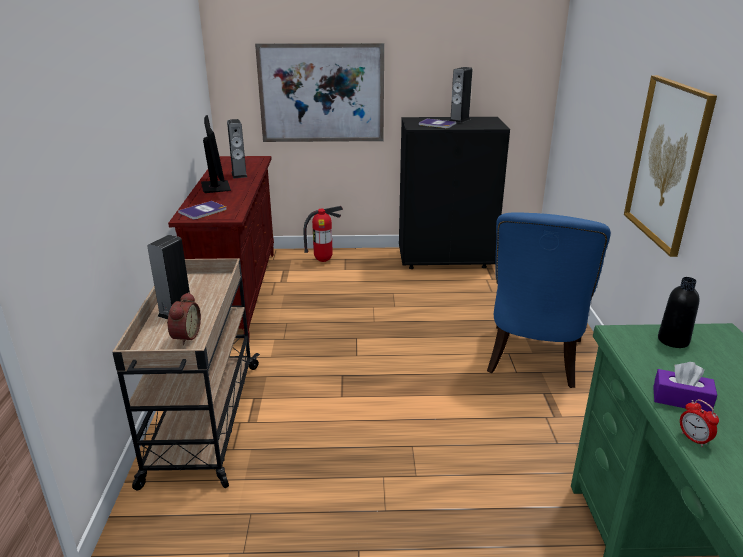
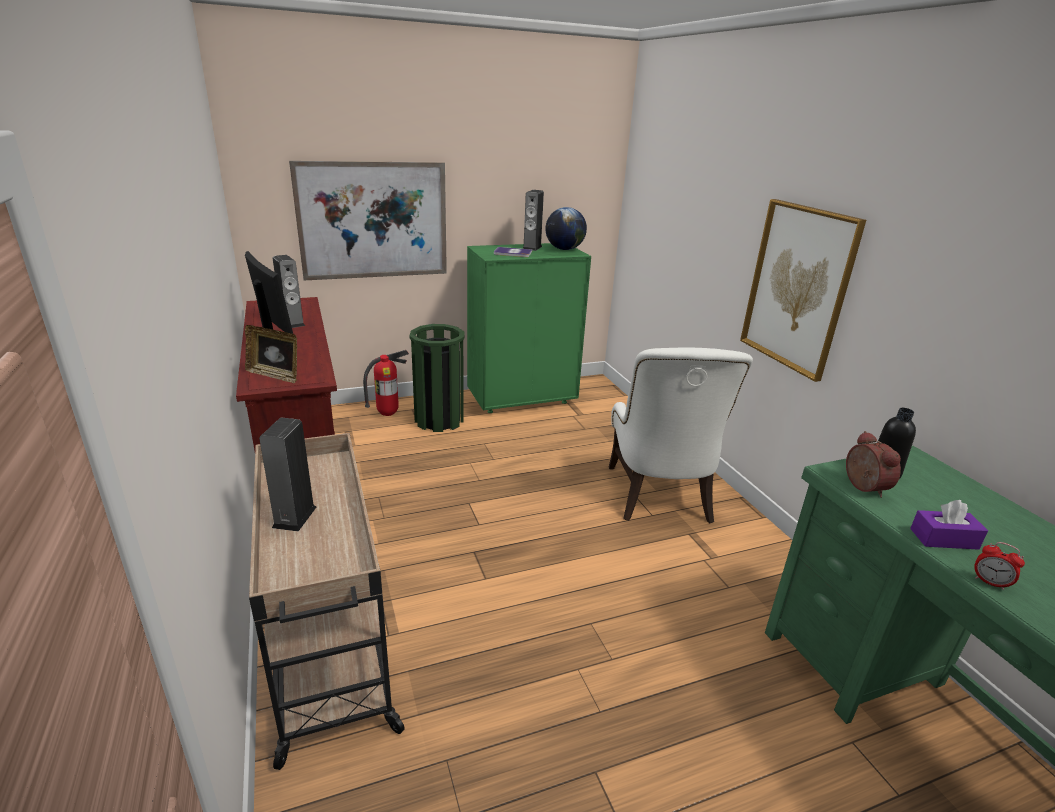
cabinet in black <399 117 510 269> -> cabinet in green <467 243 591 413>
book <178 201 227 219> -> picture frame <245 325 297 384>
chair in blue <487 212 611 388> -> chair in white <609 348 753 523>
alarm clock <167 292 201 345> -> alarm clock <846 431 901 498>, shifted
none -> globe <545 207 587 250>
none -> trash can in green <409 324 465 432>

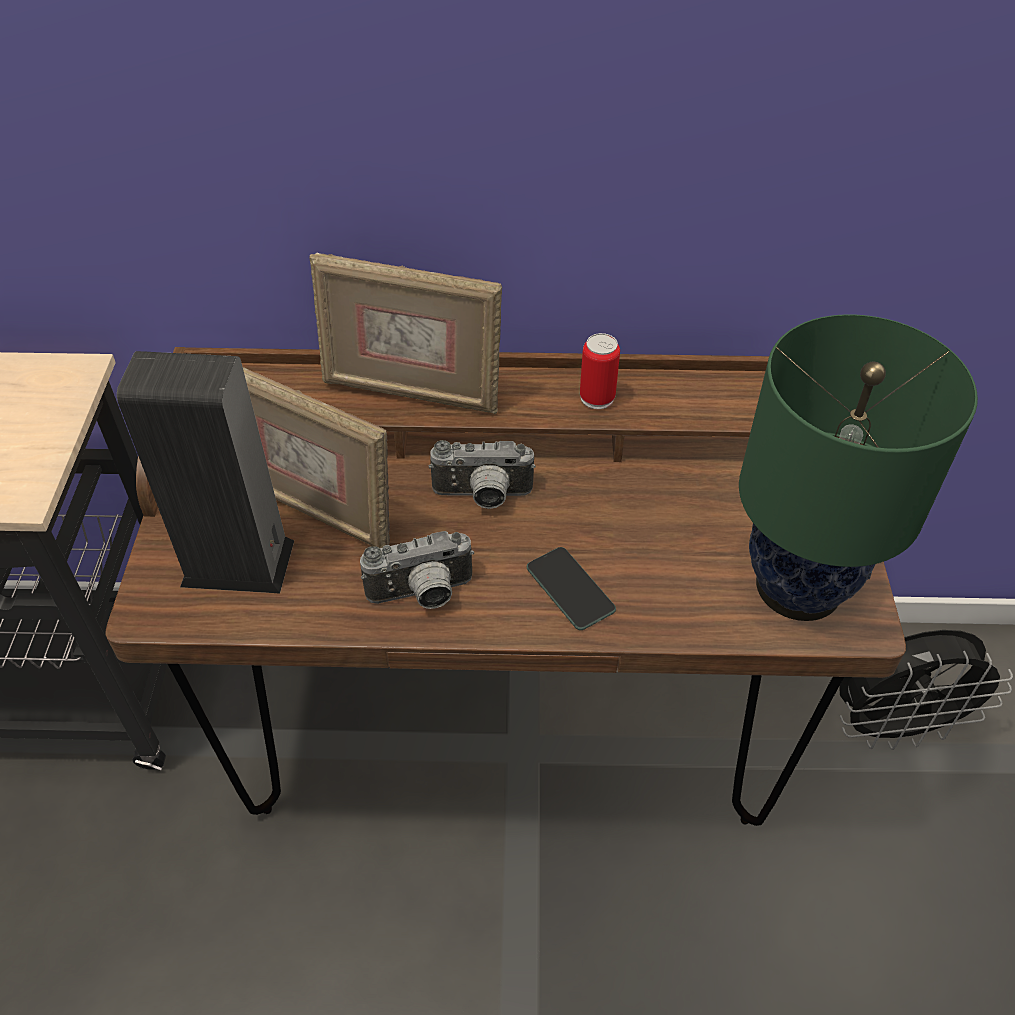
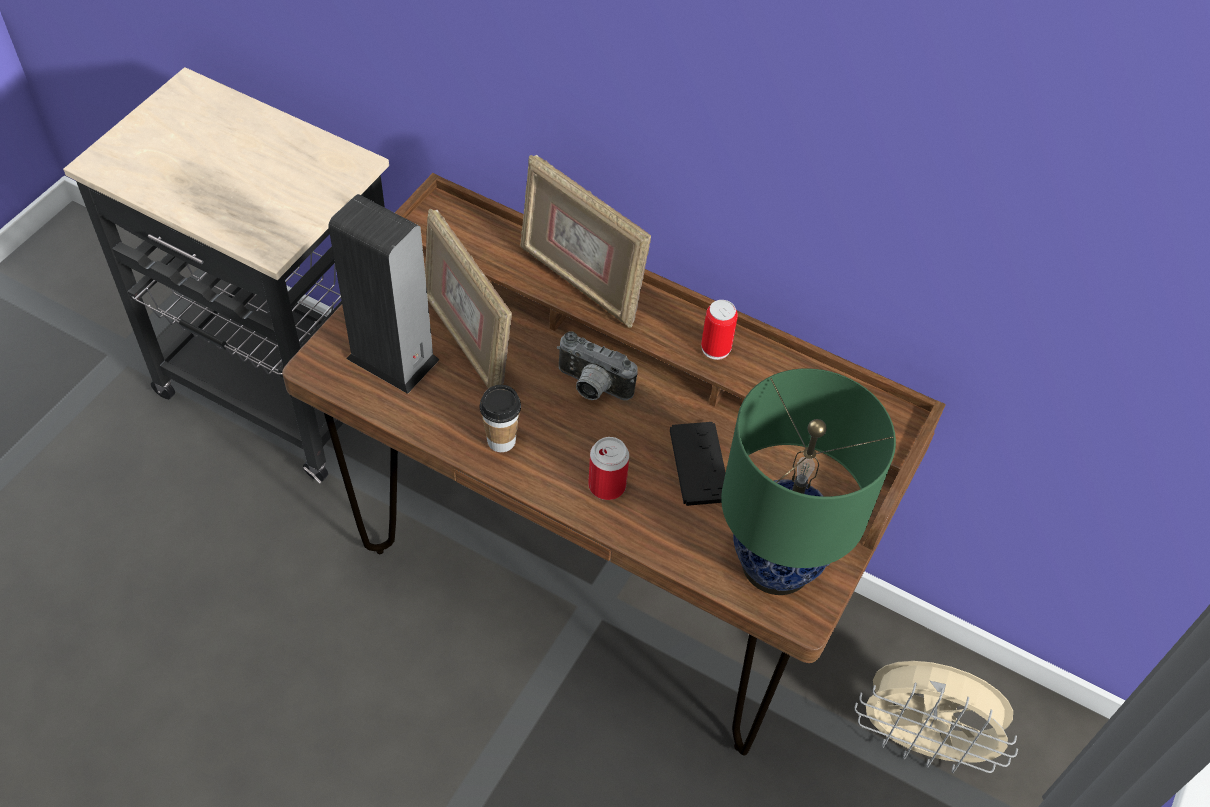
photo camera <360 531 474 609> -> cup <480 385 521 452>
phone <527 547 616 630> -> can <588 437 629 500>
fan in black <839 630 1013 750> -> fan in beige <855 661 1018 773>
none -> game controller in black <670 422 726 506>

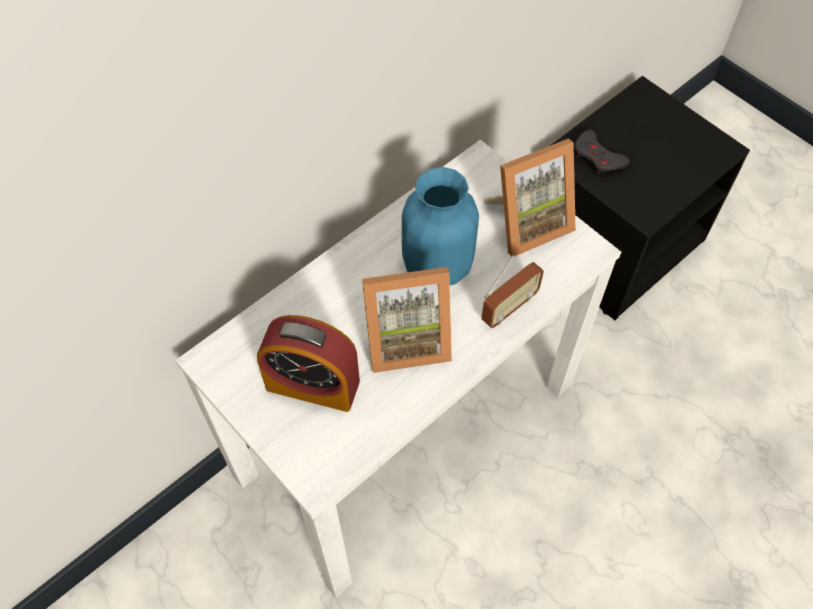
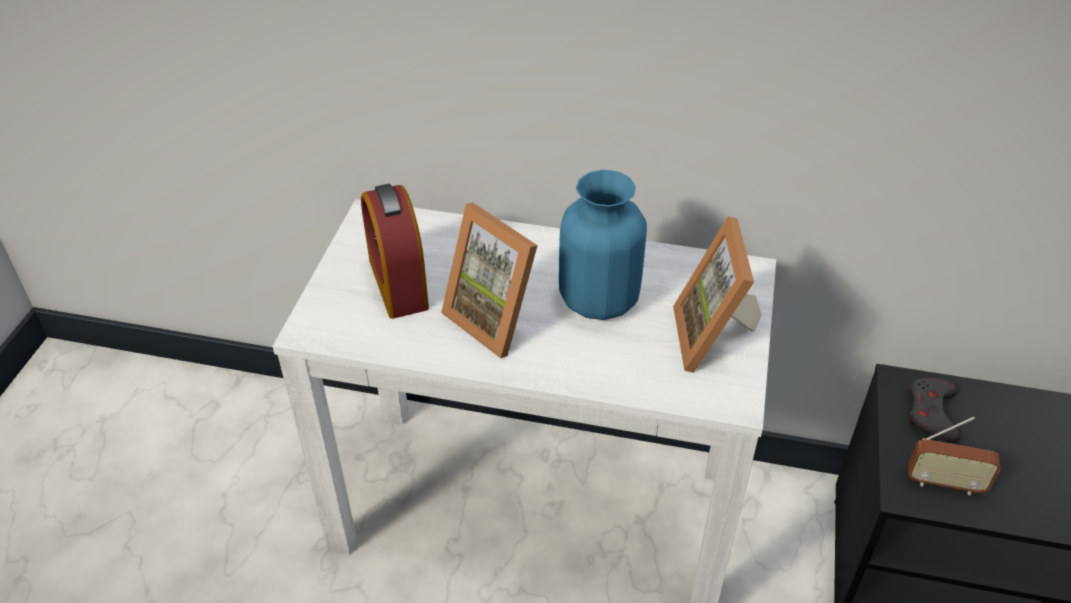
picture frame <483 138 576 257> -> picture frame <673 216 761 373>, 60 degrees clockwise
radio <481 255 544 328> -> radio <908 417 1001 496>, shifted

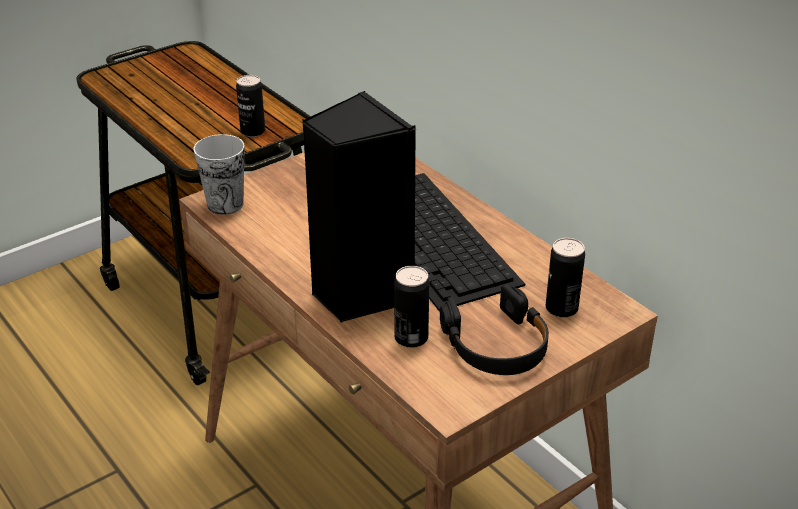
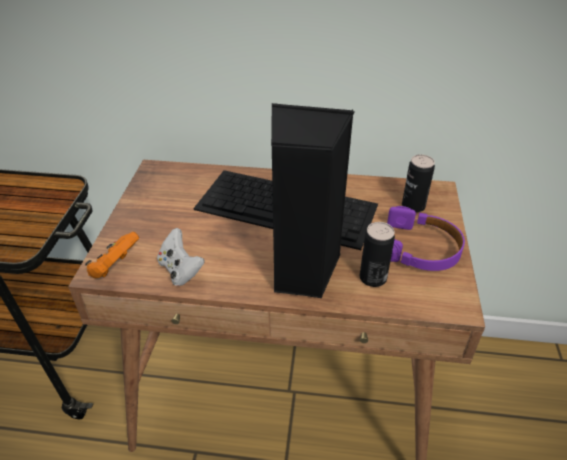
can <236 75 265 137> -> none
cup <193 134 245 215> -> game controller in orange <85 232 139 278>
headphones in black <440 284 549 375> -> headphones in purple <387 206 465 271>
none -> game controller in white <157 228 205 286>

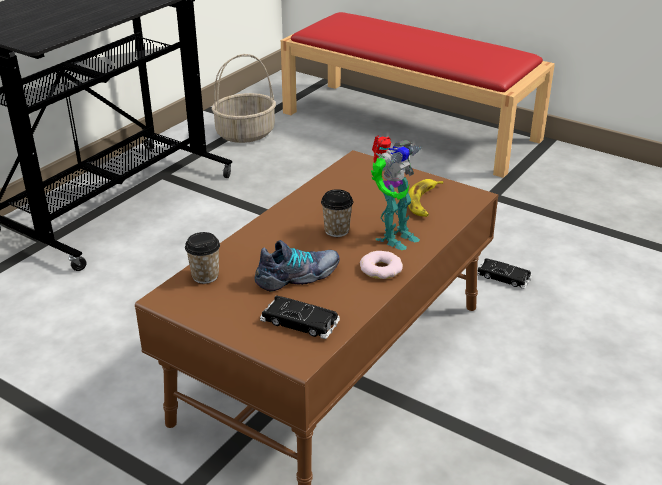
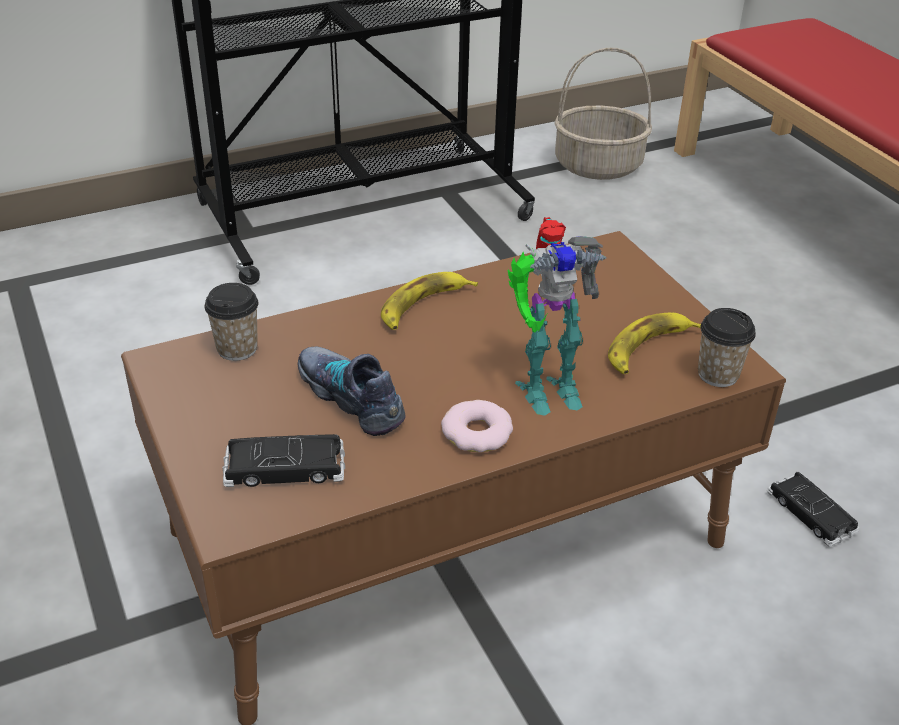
cup <321 189 353 237> -> cup <698 308 756 387>, shifted
shoe <254 240 339 291> -> shoe <297 346 406 436>, 135 degrees counterclockwise
toy car in black <260 295 340 339> -> toy car in black <222 434 345 487>, 60 degrees counterclockwise
none -> banana <381 272 478 330>

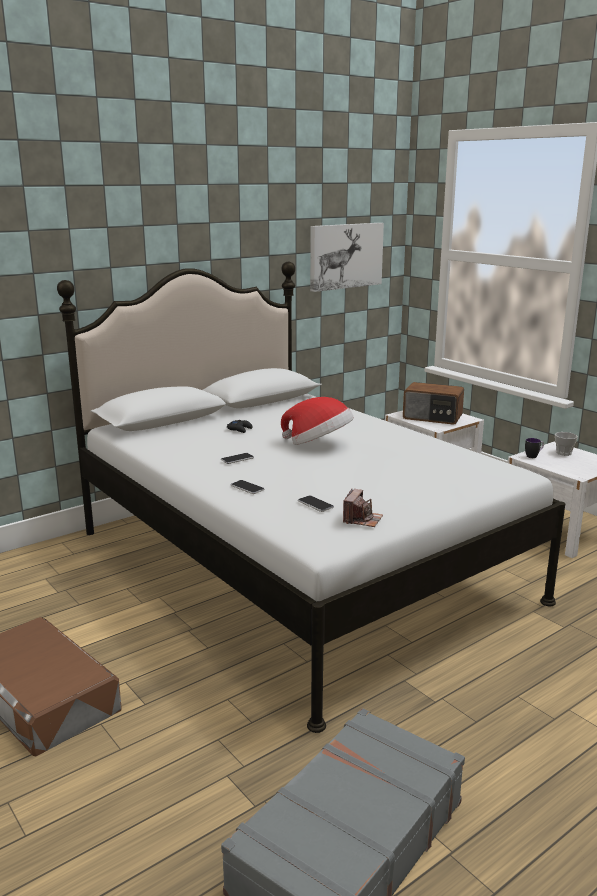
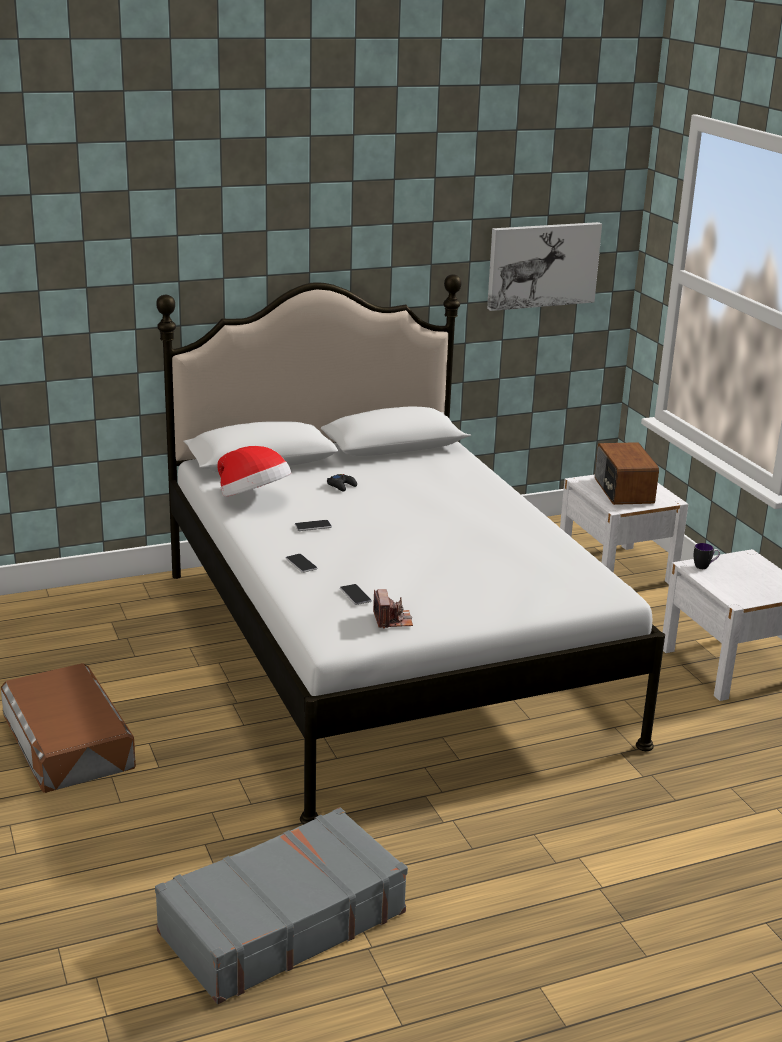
radio <403 382 464 425> -> radio <595 442 659 505>, 45 degrees clockwise
hat <281 397 354 445> -> hat <217 446 291 497>, shifted
cup <555 432 578 456> -> none
photo camera <343 489 383 527> -> photo camera <373 589 413 629>, 45 degrees counterclockwise

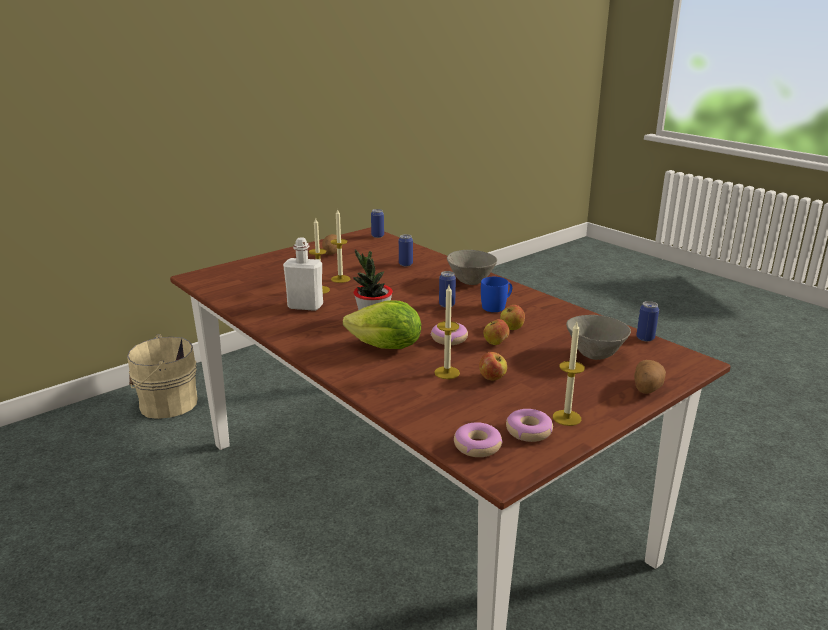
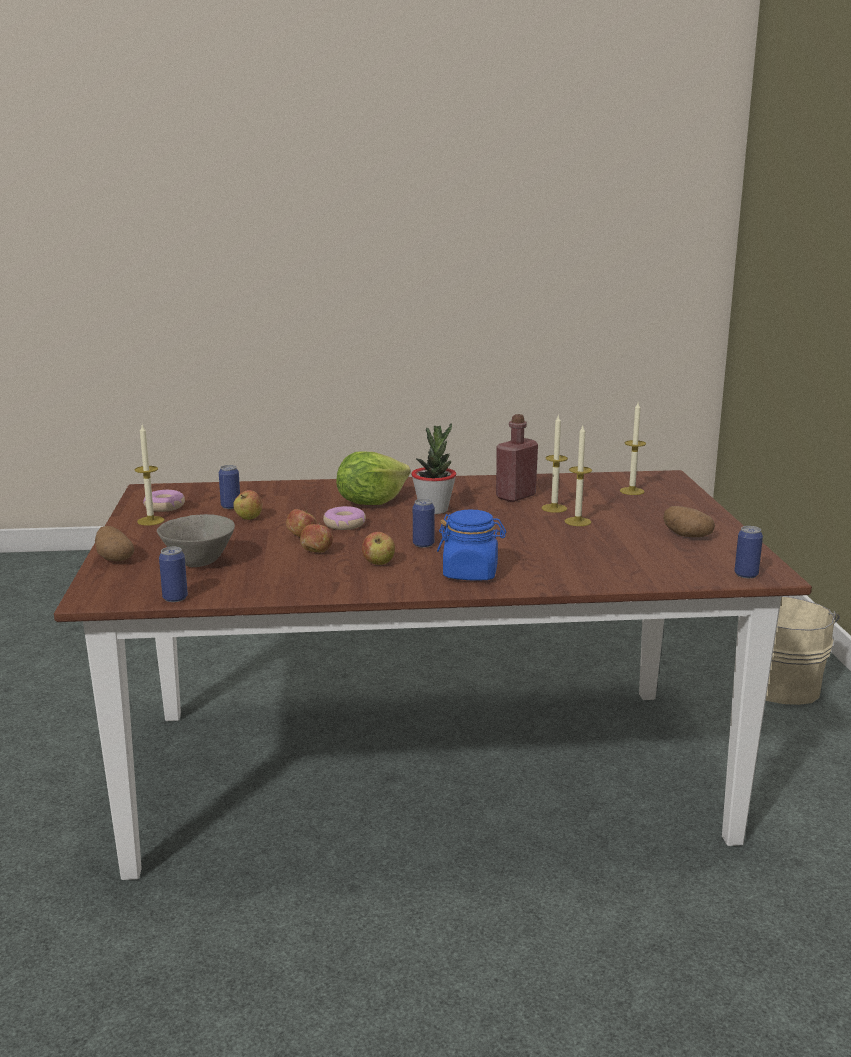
can <399 234 413 266> -> can <219 465 240 509>, shifted
bottle in white <283 237 323 311> -> bottle in red <496 414 538 502>
bowl in grey <447 250 497 285> -> jar in blue <437 510 506 581>
mug in blue <481 277 512 312> -> apple <362 532 395 565>
candle <434 285 460 379> -> candle <620 402 646 495>, shifted
donut <454 422 503 457> -> none

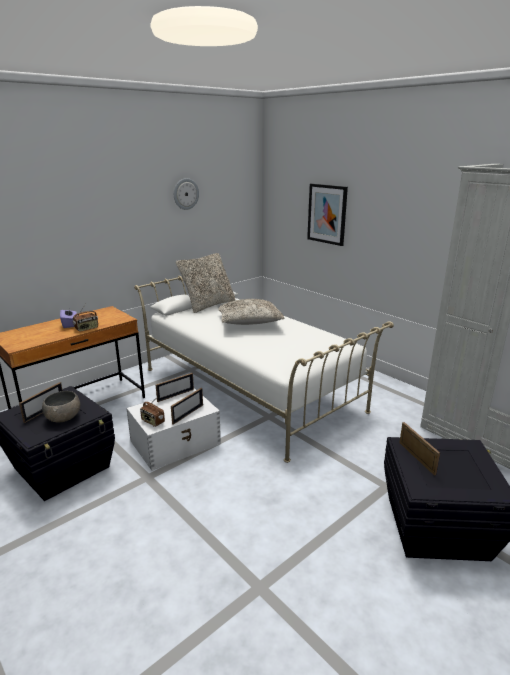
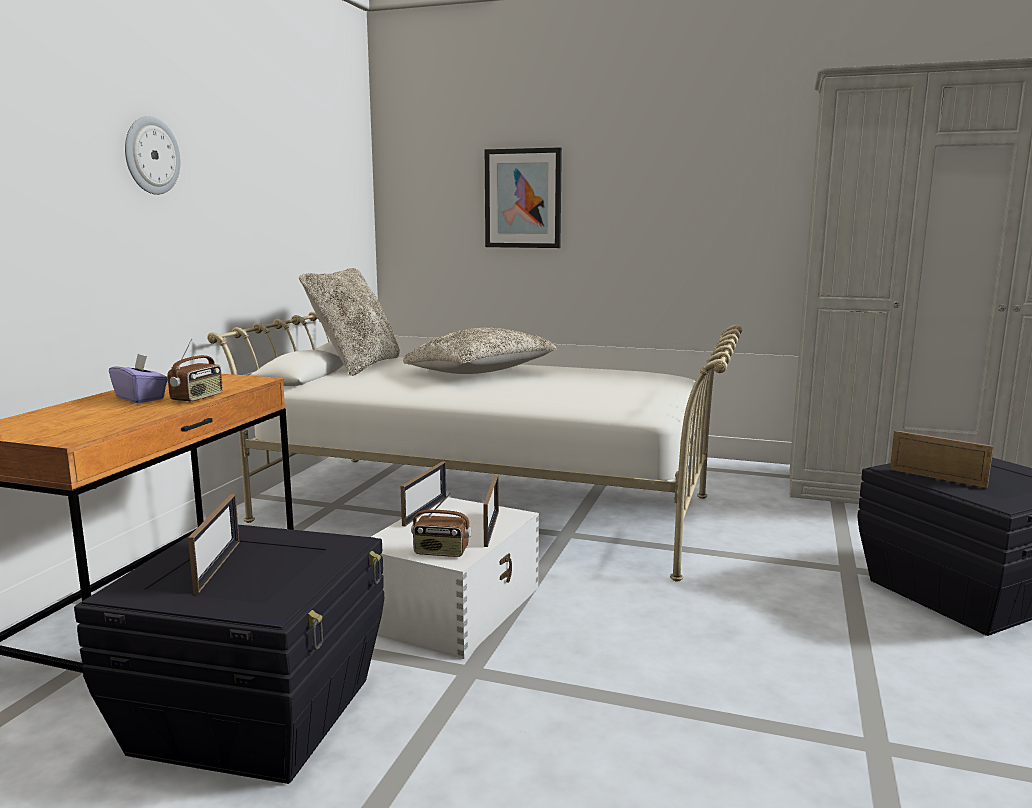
wall clock <174 178 199 210> -> wall clock <125 116 180 195>, shifted
bowl in grey <42 391 80 423> -> none

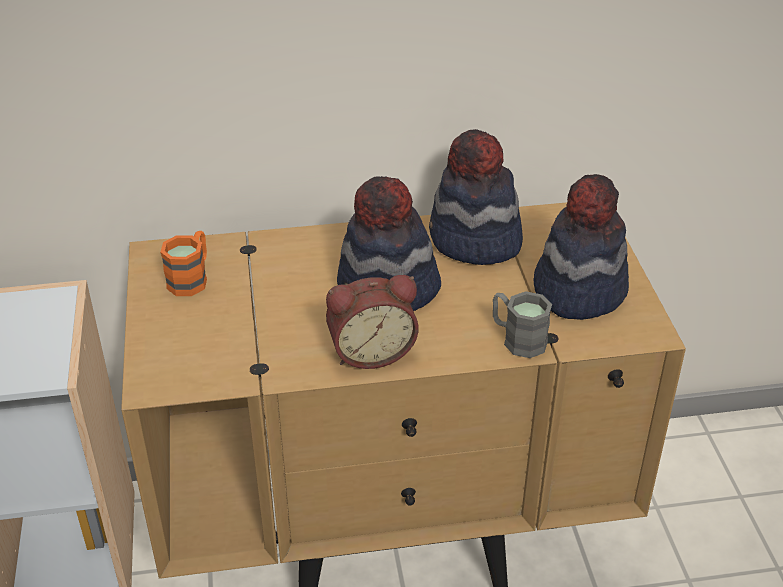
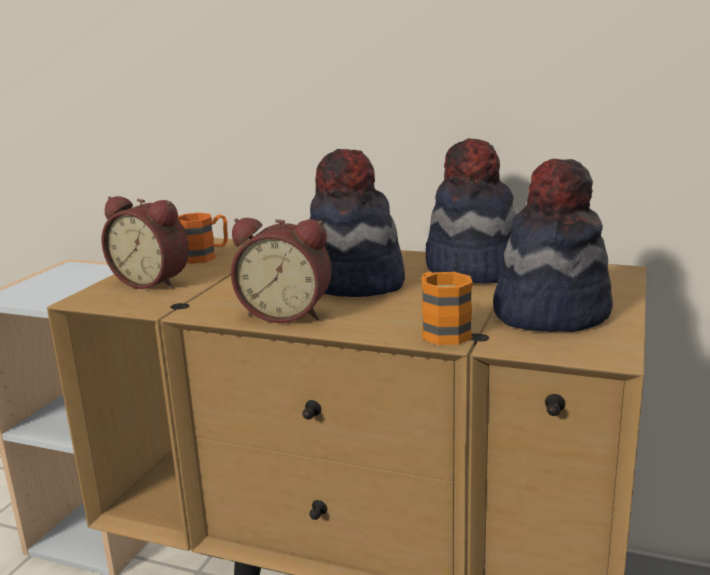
mug in grey <493 291 552 358> -> mug in orange <421 272 473 345>
none -> alarm clock <102 196 189 289>

